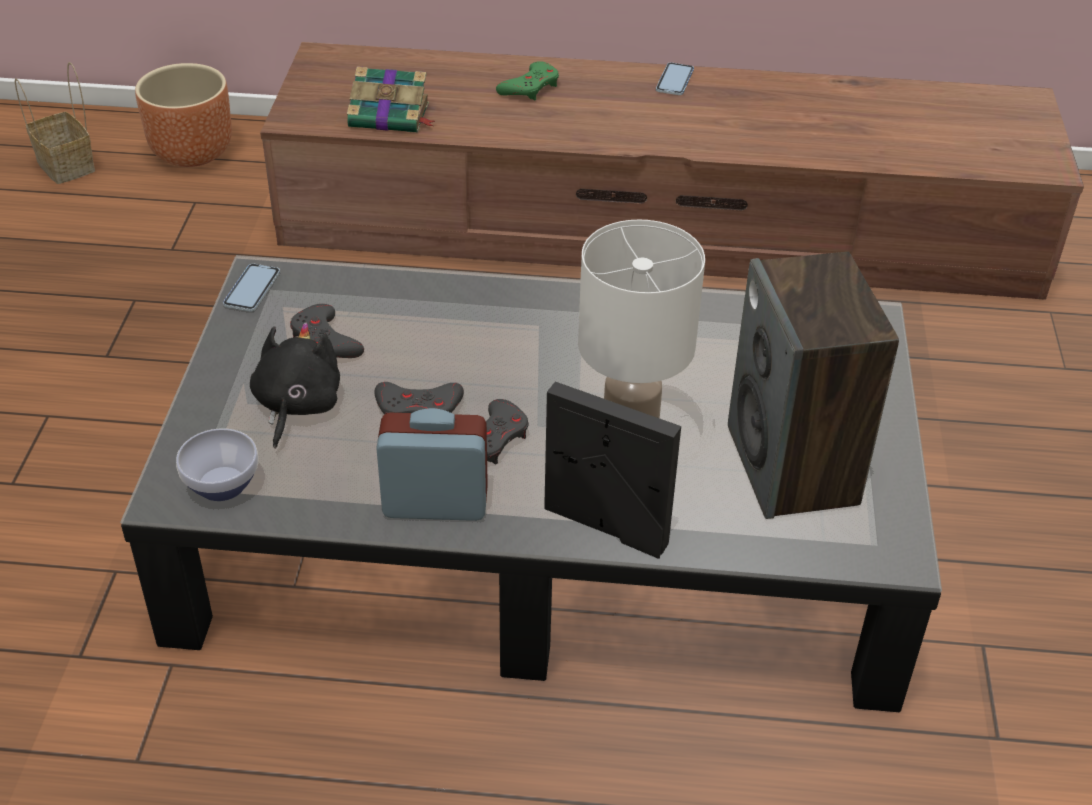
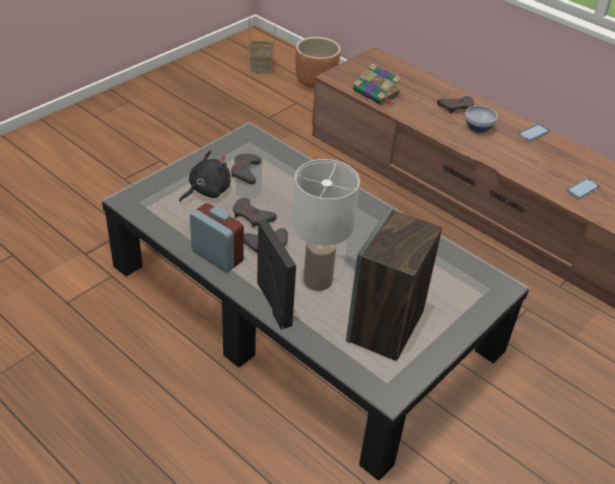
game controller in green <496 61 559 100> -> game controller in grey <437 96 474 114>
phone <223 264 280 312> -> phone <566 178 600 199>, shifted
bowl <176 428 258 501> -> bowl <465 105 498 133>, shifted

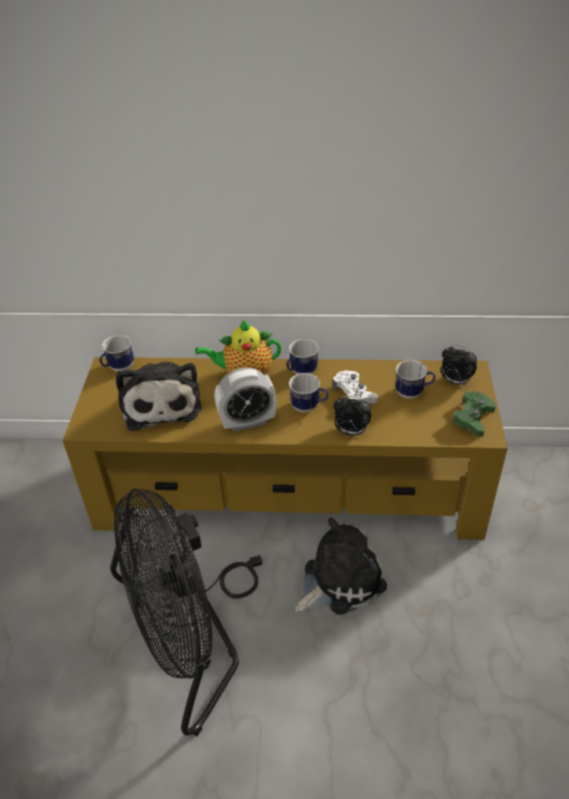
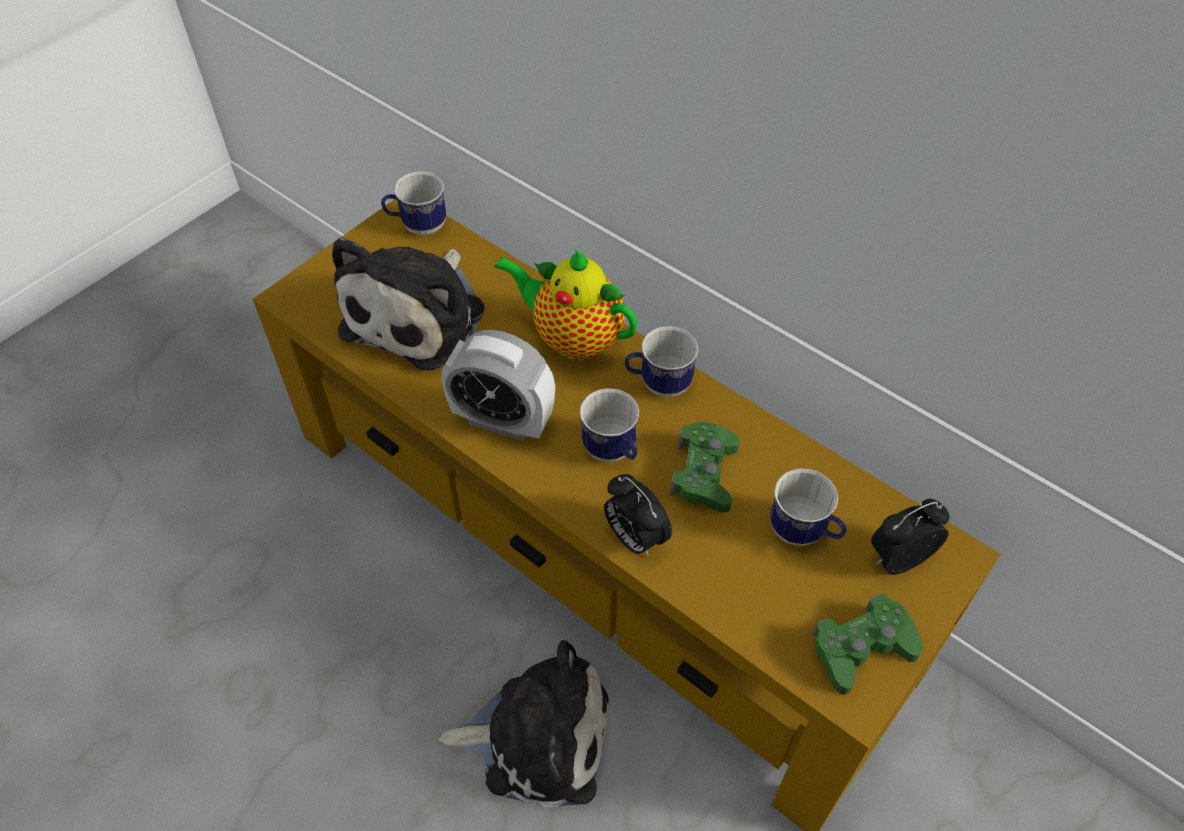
alarm clock <441 345 477 386> -> alarm clock <871 499 950 575>, 90 degrees clockwise
game controller in white <332 370 378 403> -> game controller in green <670 422 740 512>
fan in black <110 488 265 736> -> none

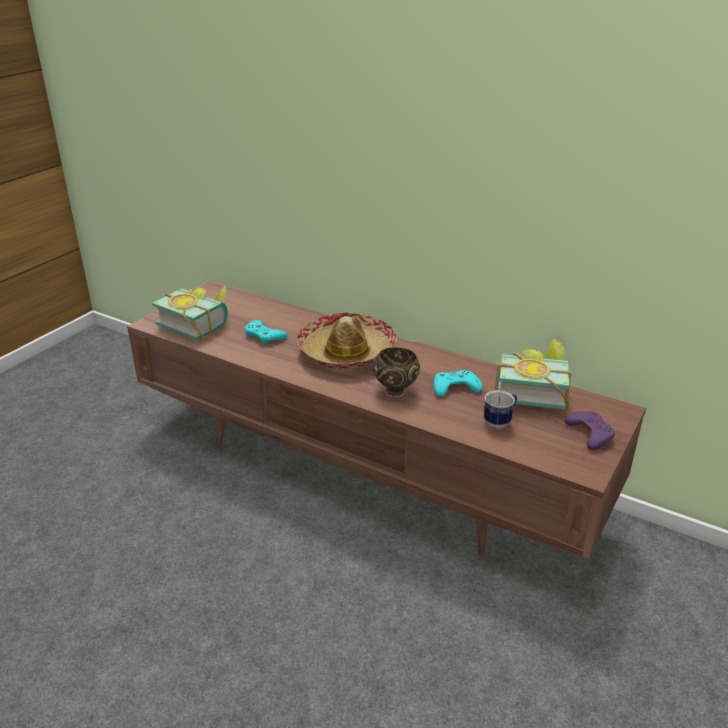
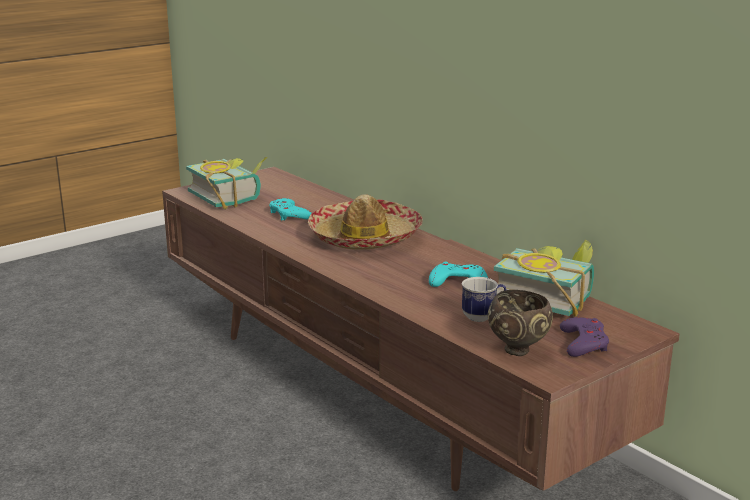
bowl in brown <373 348 420 396> -> bowl in brown <488 290 553 356>, shifted

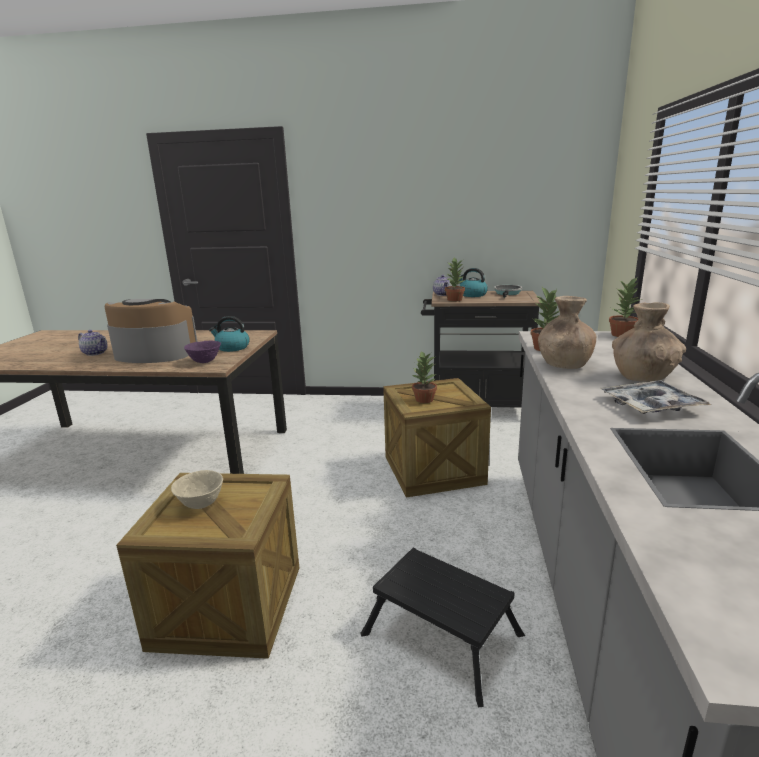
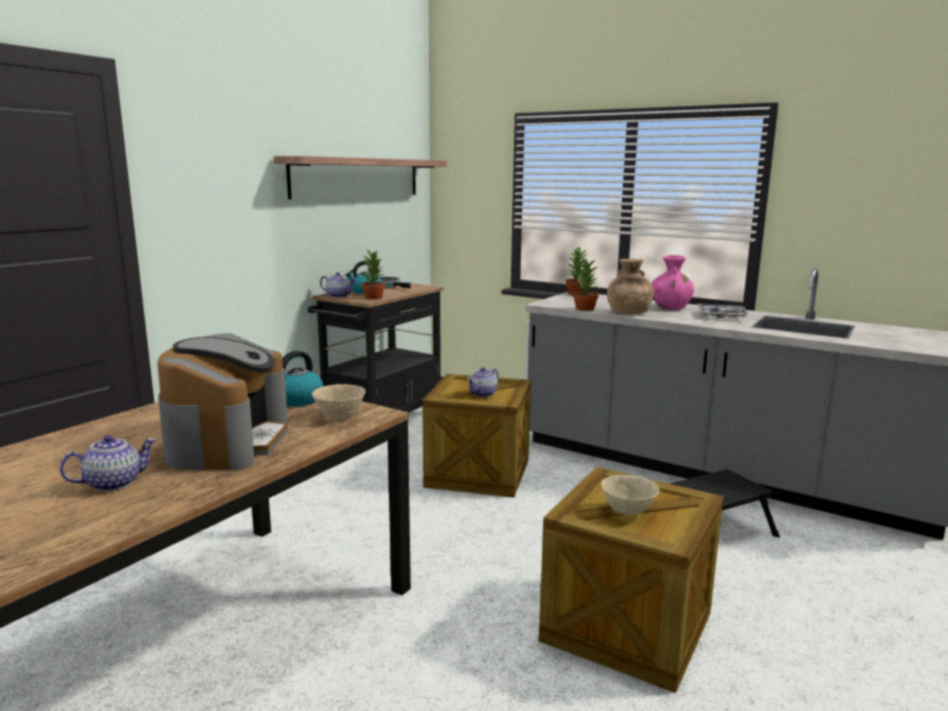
coffee machine <105 299 197 363> -> coffee machine <157 333 288 471>, 150 degrees clockwise
vase in brown <612 302 686 382> -> vase in pink <652 255 694 310>
bowl in purple <184 340 221 363> -> bowl in beige <312 384 366 420>
potted plant <412 351 437 403> -> teapot <467 367 499 397>
none -> shelf <274 156 447 199>

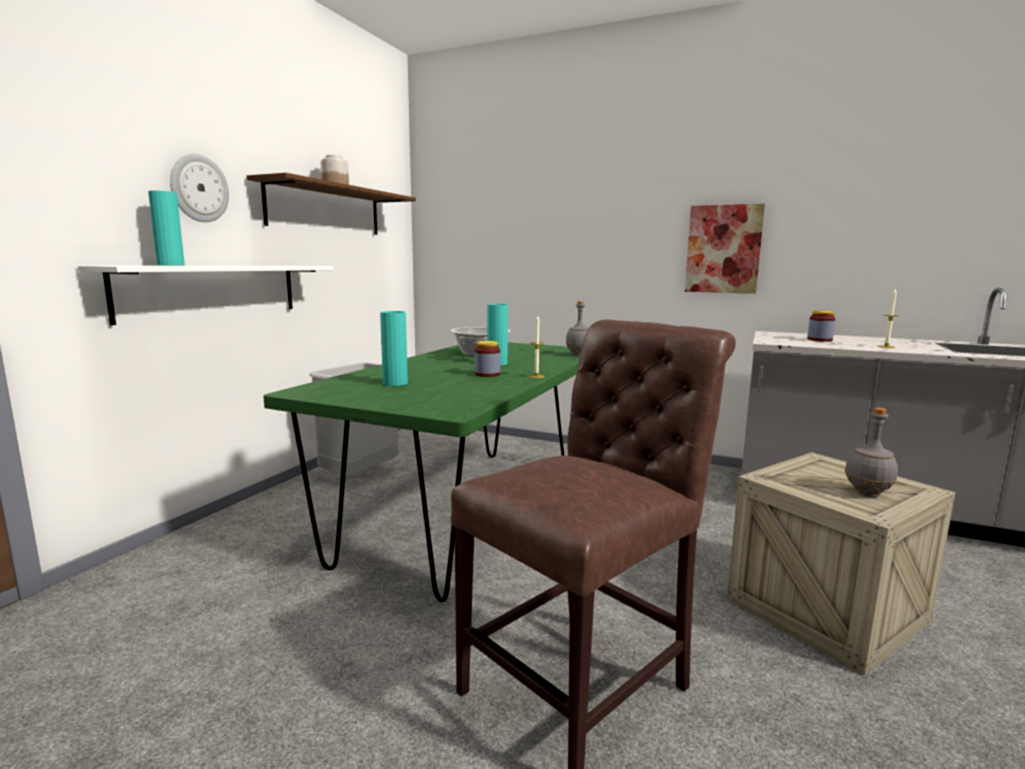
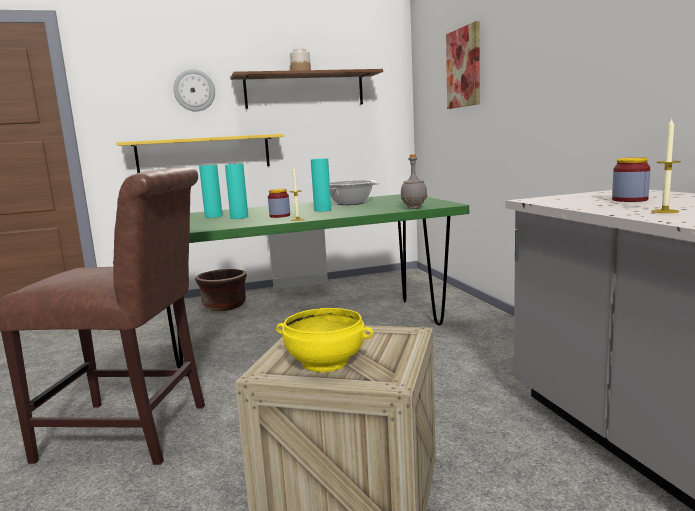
vase in turquoise <148 191 185 266> -> vase in turquoise <225 164 248 219>, shifted
picture <685 204 765 294> -> picture <446 21 480 109>, shifted
shelf in white <78 266 333 325> -> shelf in yellow <116 134 284 173>
bottle in grey <845 407 898 497> -> bowl in yellow <276 308 373 372>
none -> planter in brown <195 269 247 311>

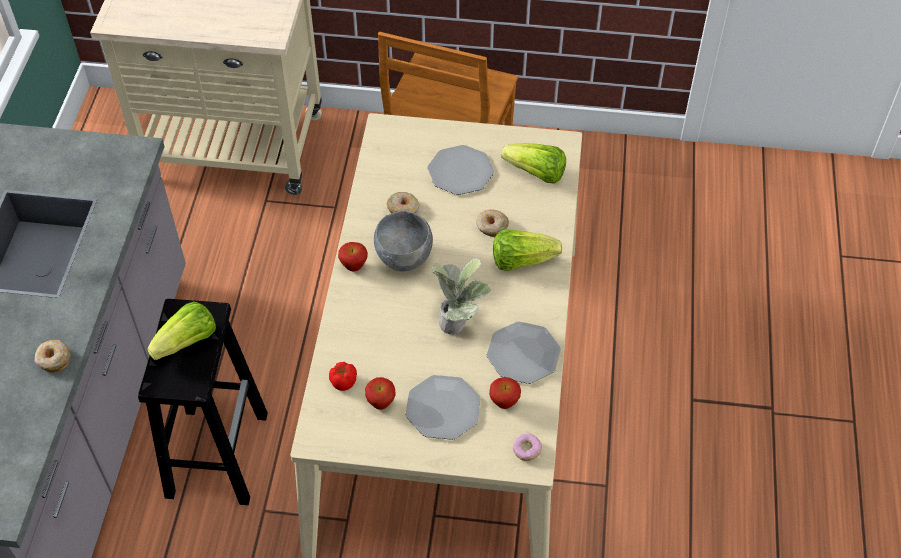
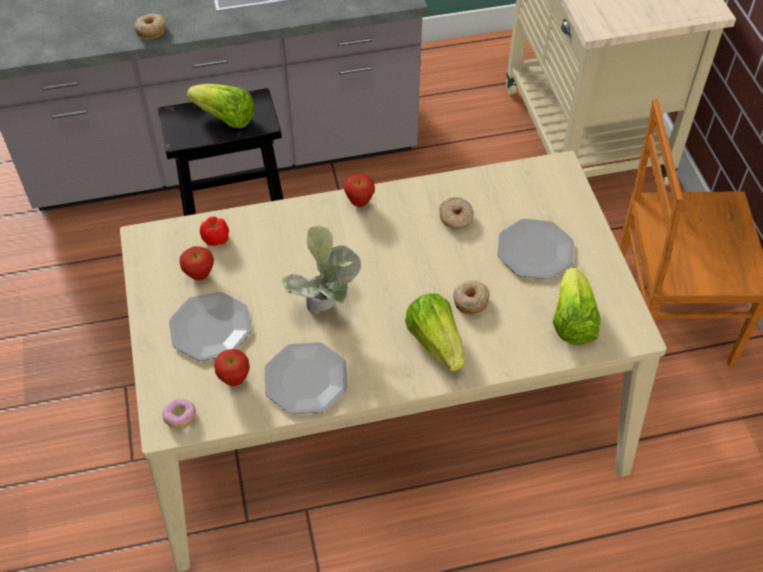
bowl in grey <374 211 433 271> -> none

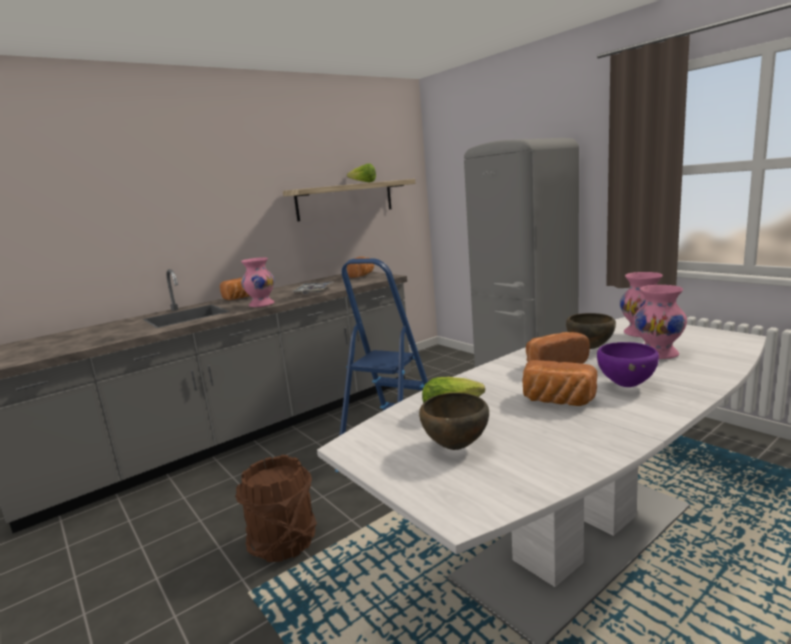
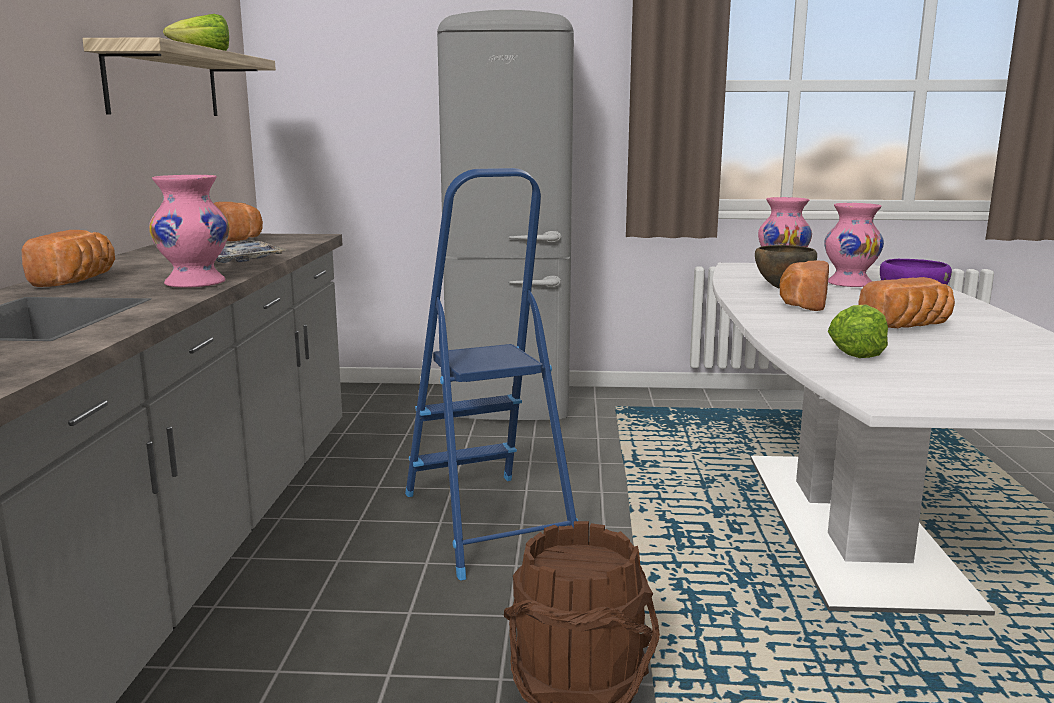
bowl in brown <419 393 489 450> -> none

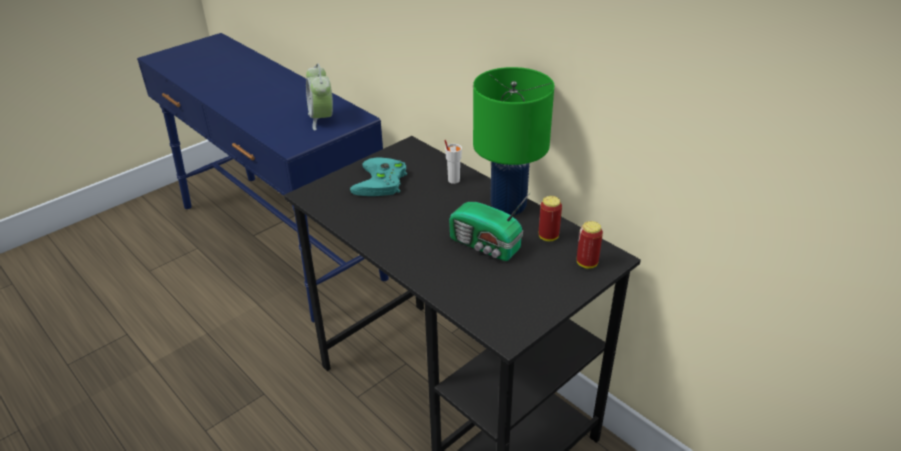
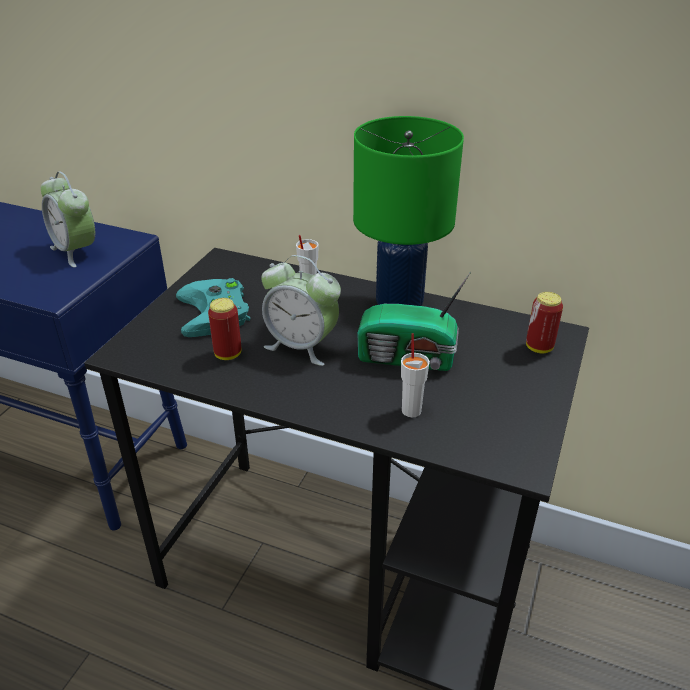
can <539 196 562 241> -> can <208 298 241 360>, shifted
none -> alarm clock <261 255 341 366>
none -> cup in white <401 333 430 417>

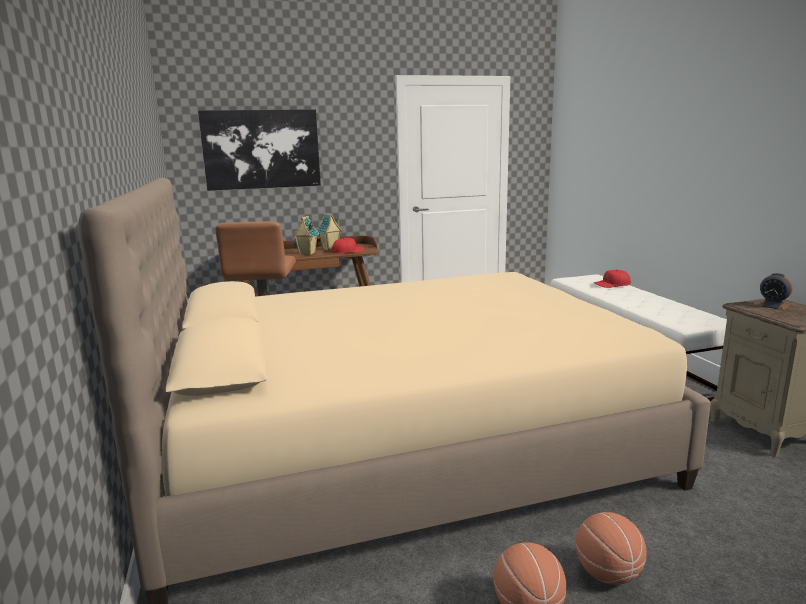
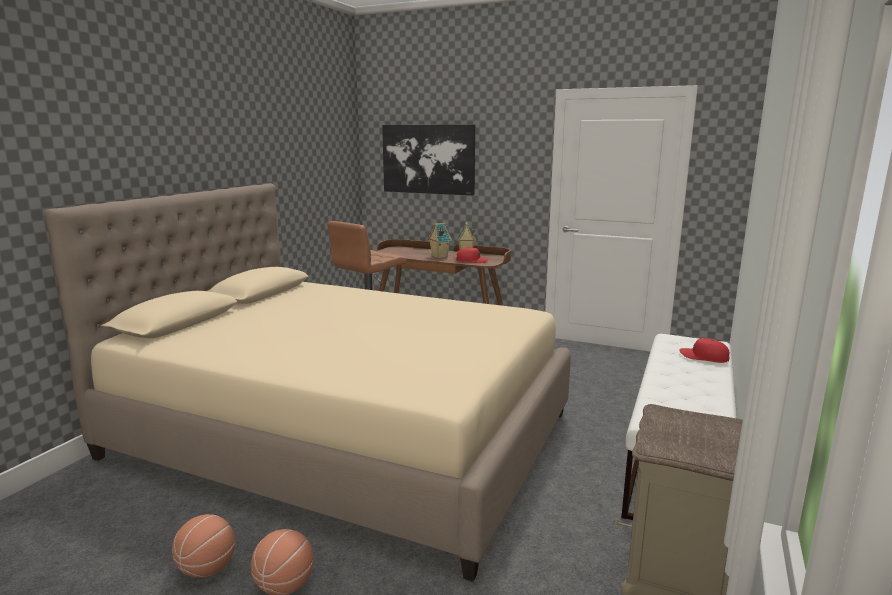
alarm clock <757 273 793 310> -> none

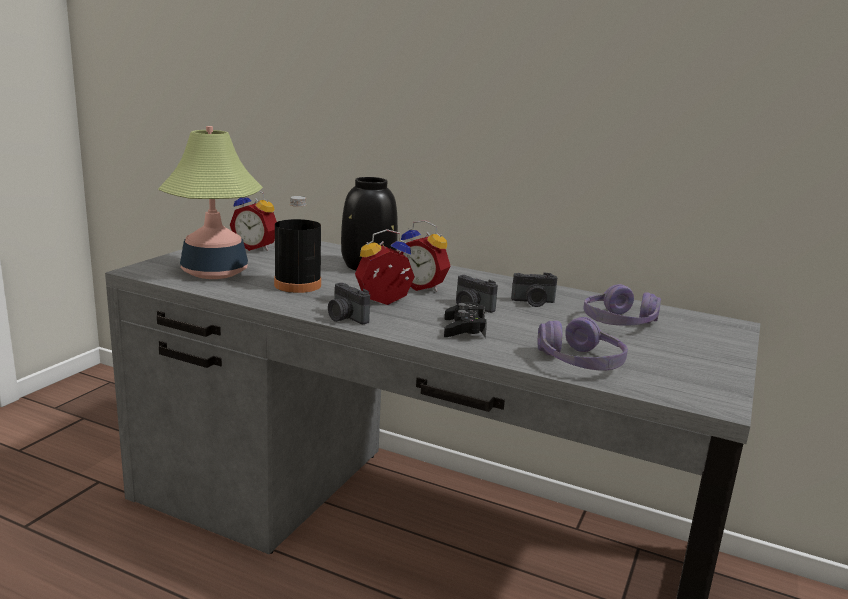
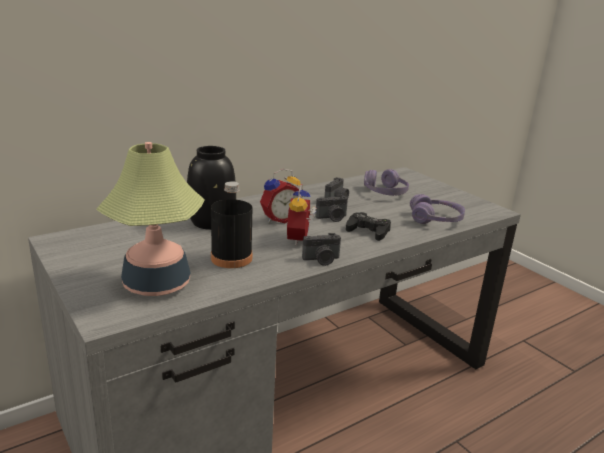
alarm clock <230 191 277 251> -> none

